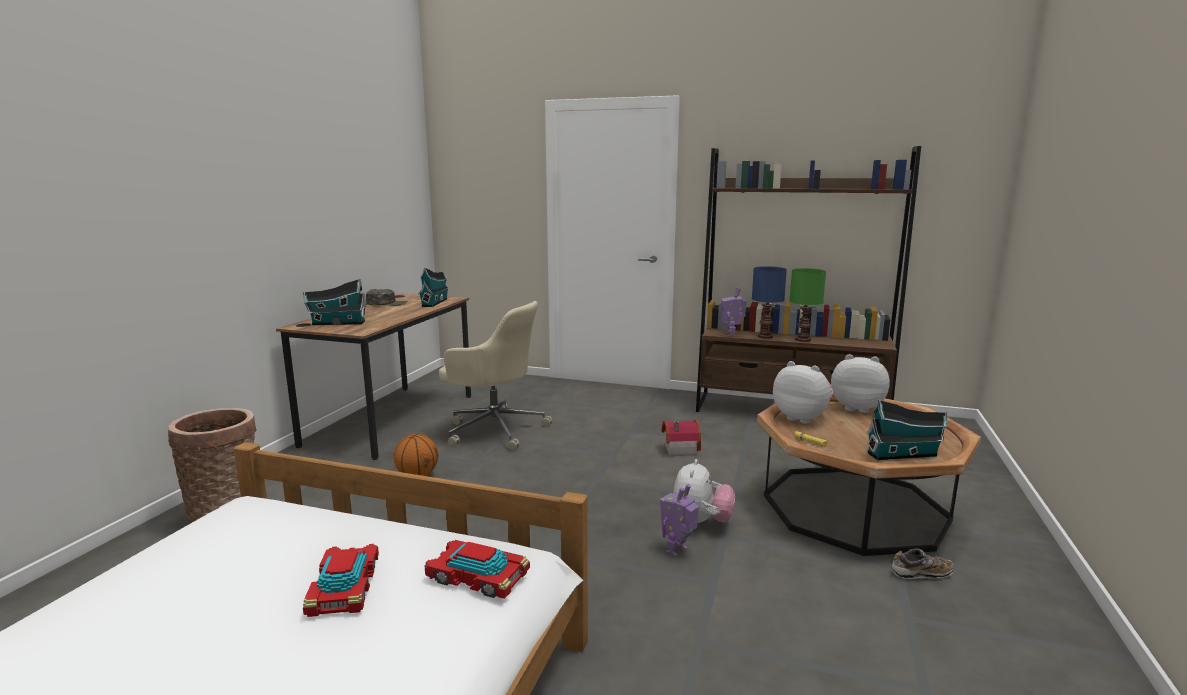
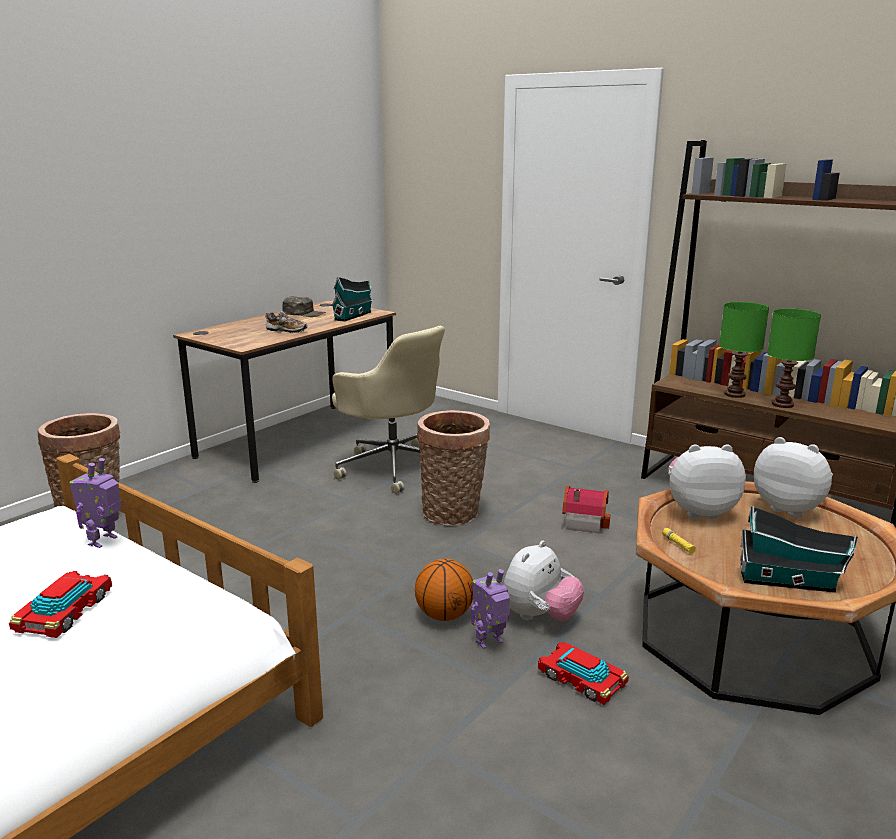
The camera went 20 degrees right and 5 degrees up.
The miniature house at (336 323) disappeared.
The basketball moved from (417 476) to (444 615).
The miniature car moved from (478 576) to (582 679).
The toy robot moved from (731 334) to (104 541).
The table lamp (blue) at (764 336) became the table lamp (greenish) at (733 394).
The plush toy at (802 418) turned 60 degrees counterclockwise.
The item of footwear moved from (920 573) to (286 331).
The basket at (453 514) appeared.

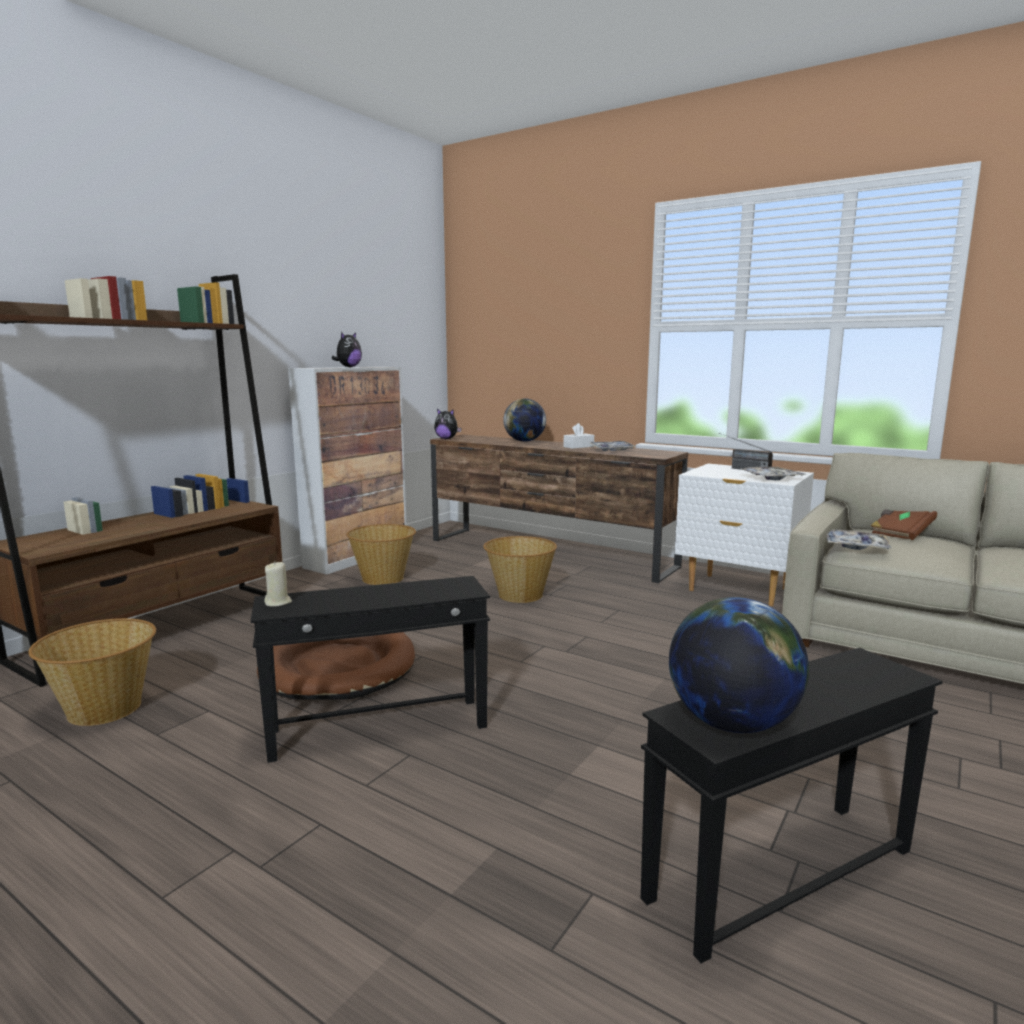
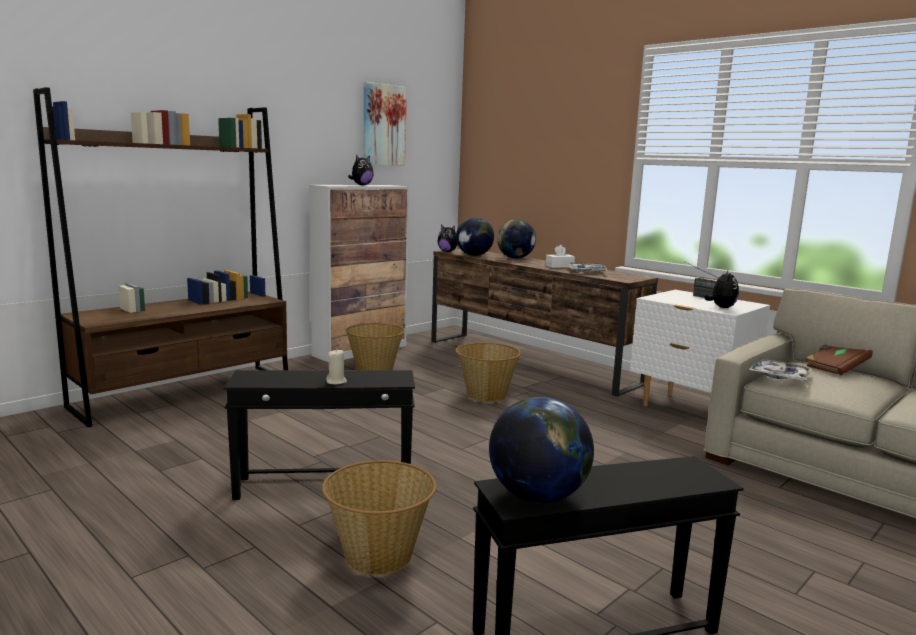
The camera went 10 degrees right and 0 degrees up.
The basket moved from (104 709) to (379 556).
The pet bed (brown) at (338 667) disappeared.
The wax light (beige-coloured) moved from (278 602) to (336 381).
The carrying tray at (771 478) was replaced by the plush toy at (721 307).
The wall picture at (383 125) appeared.
The world globe at (474 255) appeared.

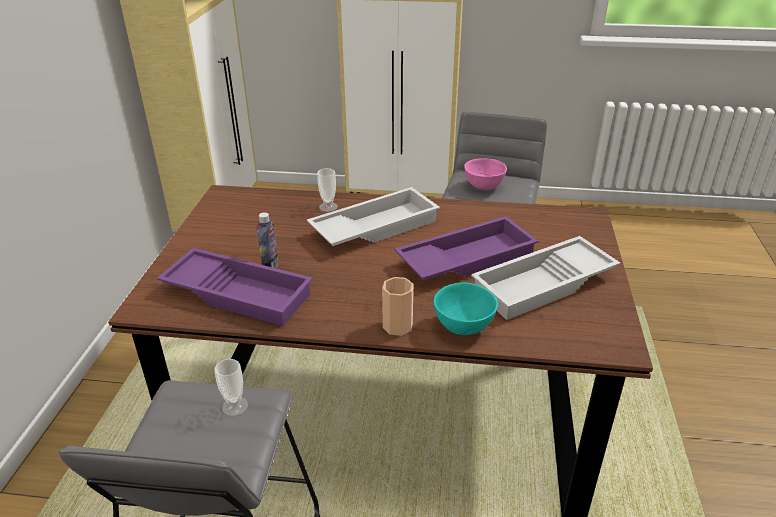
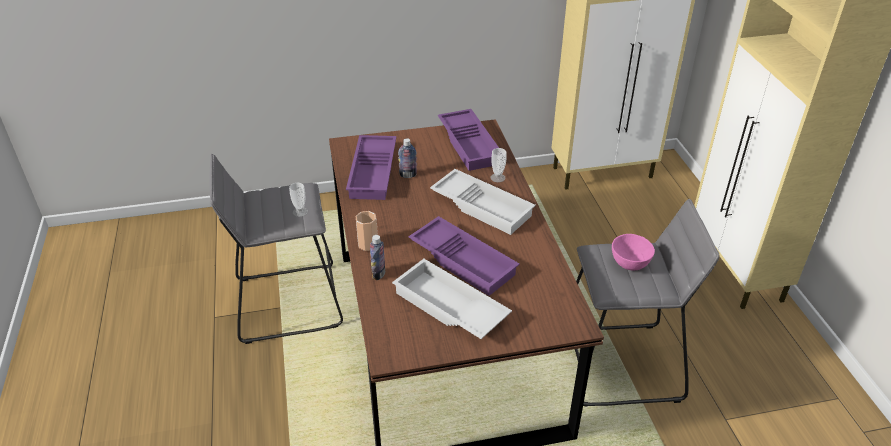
The camera went 70 degrees right and 5 degrees up.
The bowl (turquoise-coloured) at (464 327) was replaced by the drink bottle at (378 274).
The carrying tray (purple-coloured) at (471 144) appeared.

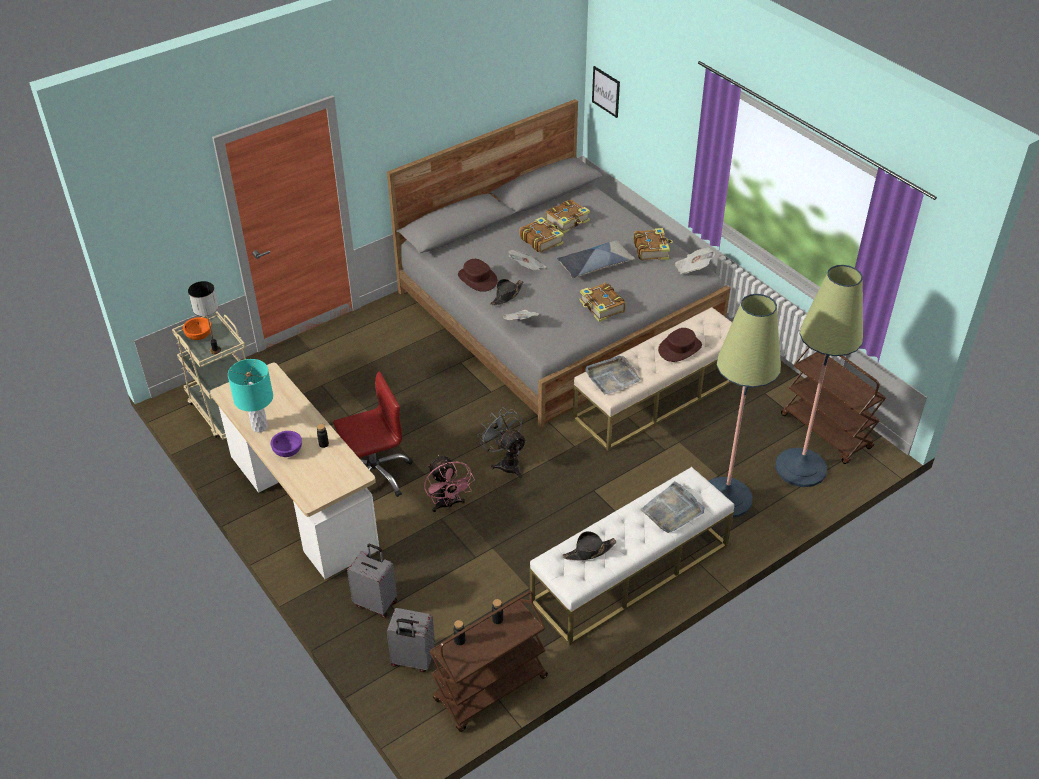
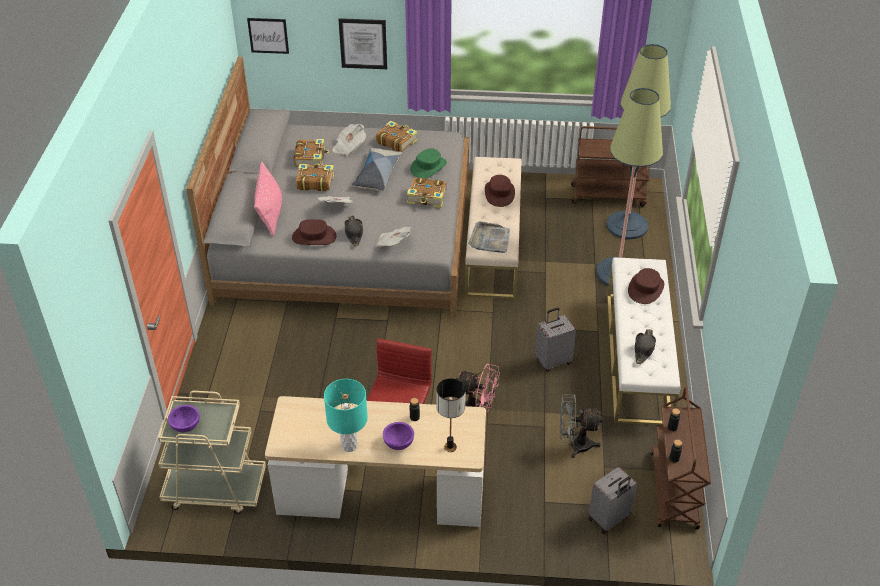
The camera went 50 degrees left and 0 degrees up.
The bowl (orangey) at (199 335) became the bowl (purple-coloured) at (185 425).
The table lamp moved from (215 350) to (450 447).
The suitcase (gray) moved from (376 602) to (553 361).
The cooling fan (gray) moved from (506 463) to (574 445).
The carrying tray (gray) at (672 510) was replaced by the wearable hat (brown) at (645 289).
The newspaper moved from (693 268) to (349 147).
The cushion (pinkish) at (270 213) appeared.
The wall picture at (363 43) appeared.
The wearable hat (greenish) at (428 167) appeared.

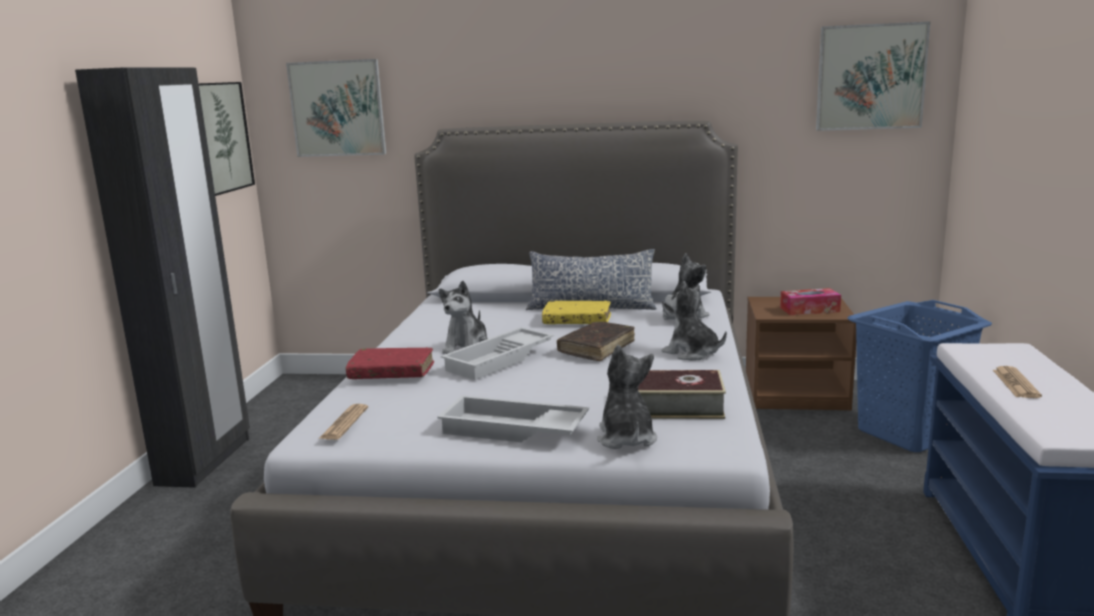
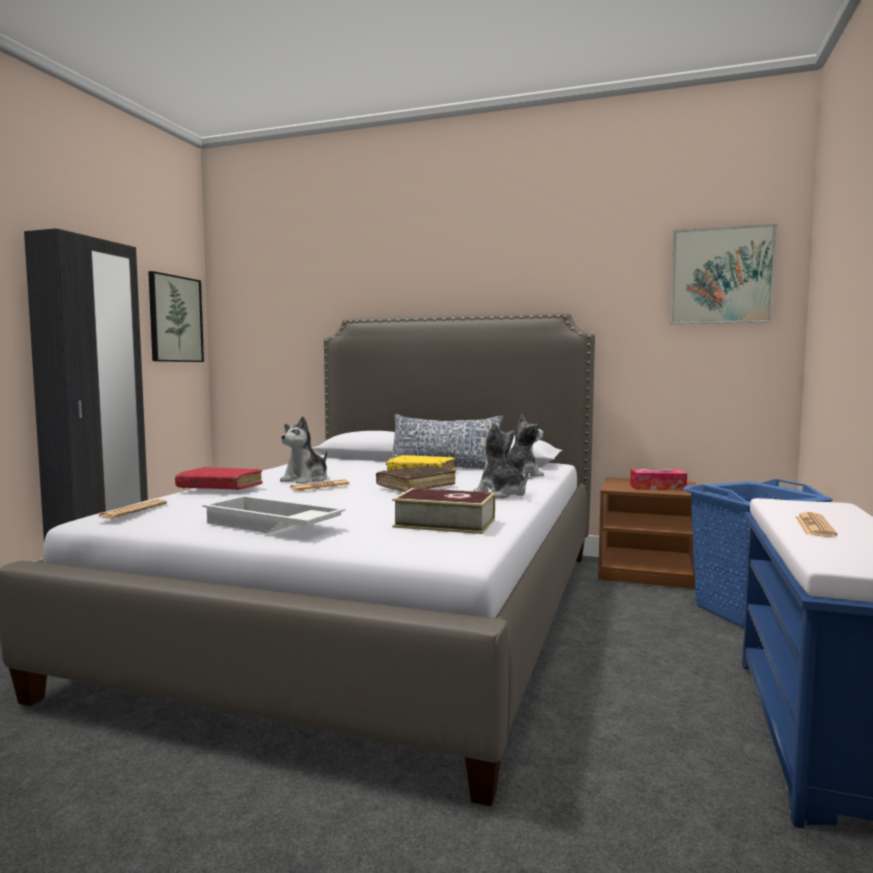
The camera went 10 degrees right and 10 degrees down.
The wall picture at (337 108) disappeared.
The carrying tray (whitish) at (500 360) was replaced by the newspaper at (320 486).
The plush toy at (626 438) disappeared.

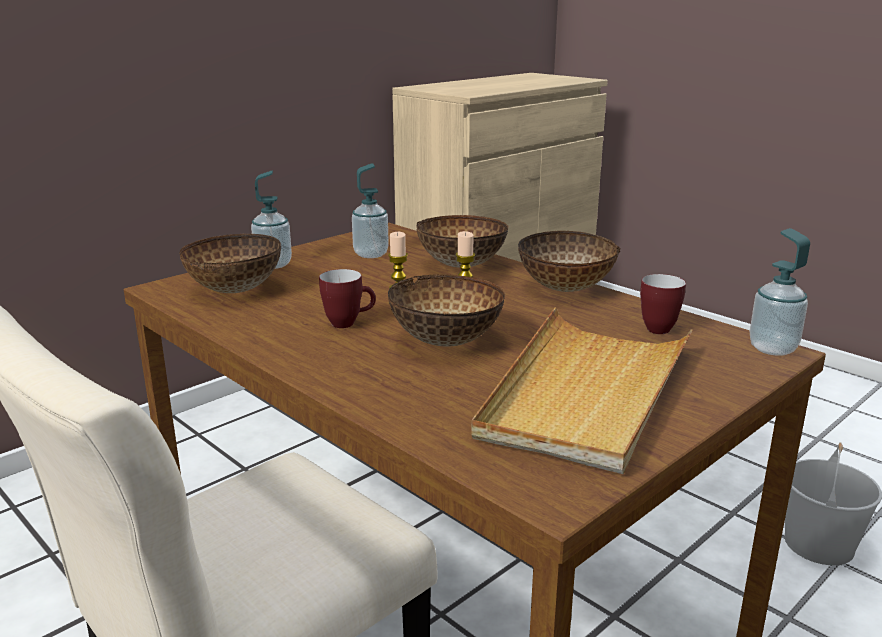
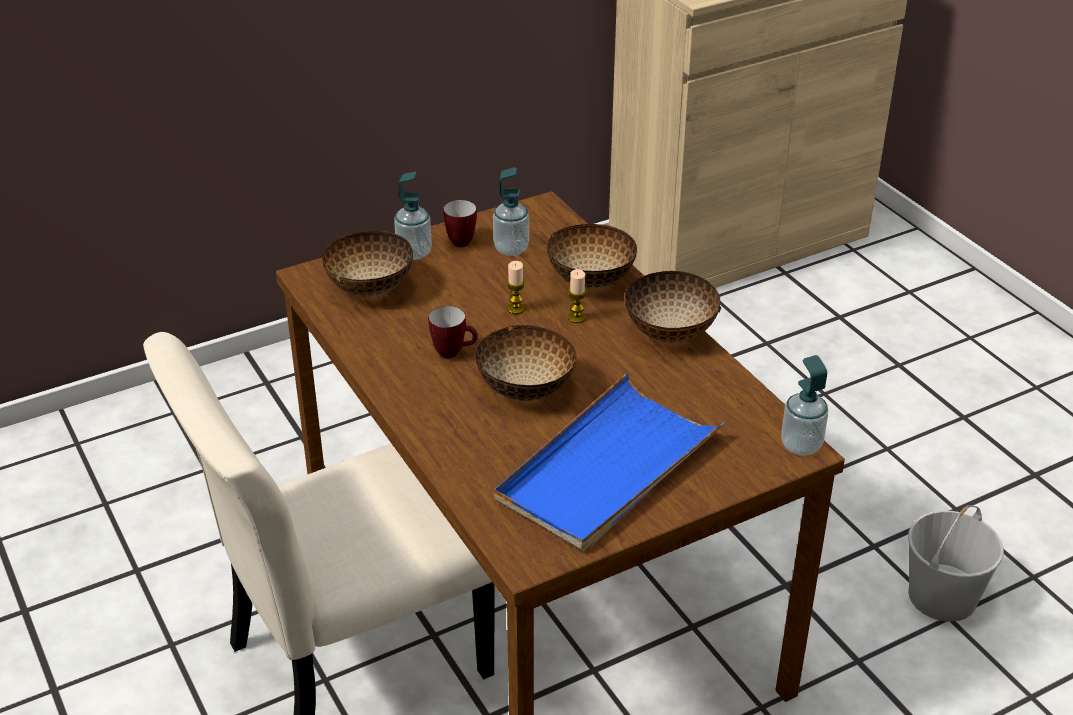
The camera went 15 degrees right and 15 degrees up.
The carrying tray (beige-coloured) at (586 392) became the carrying tray (blue) at (608 468).
The coffee mug moved from (655 327) to (462 240).

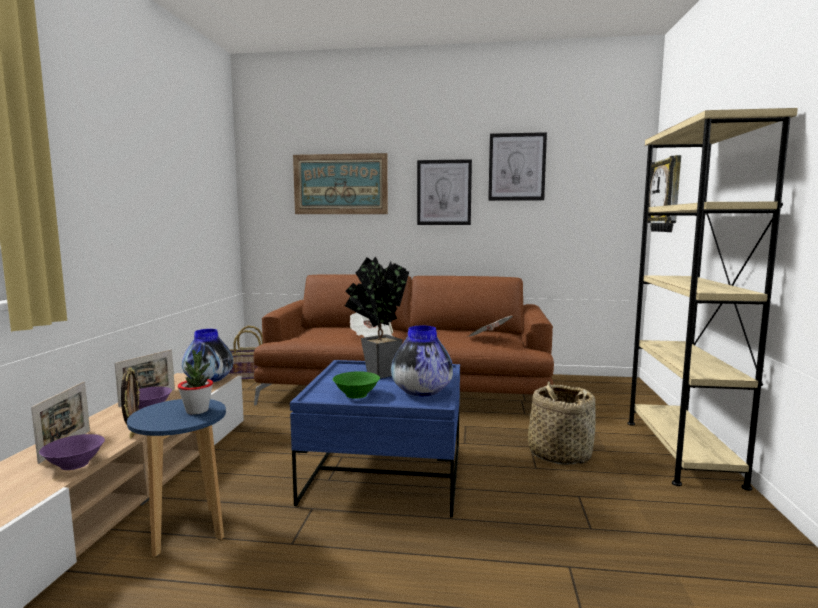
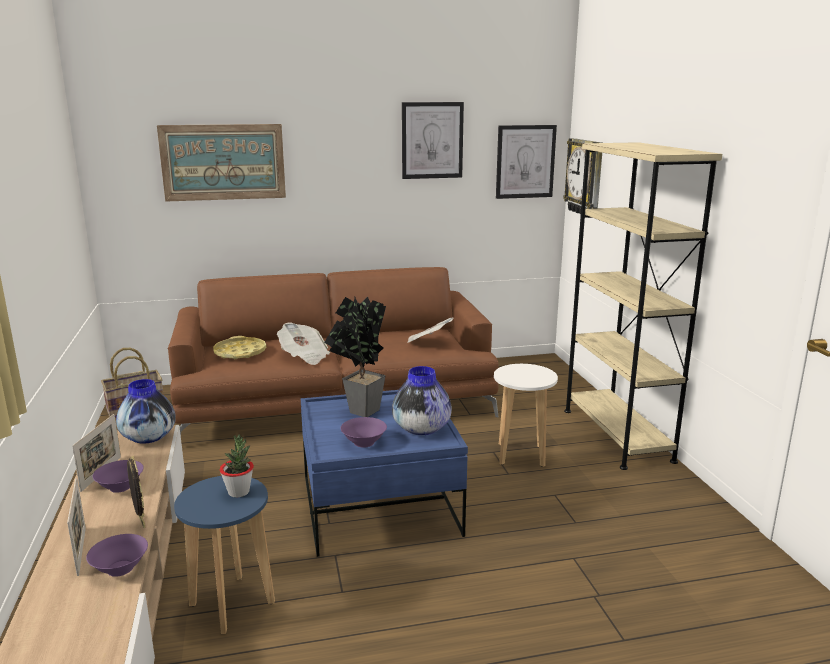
The camera went 20 degrees left and 10 degrees up.
The bowl (greenish) at (357 395) became the bowl (purple-coloured) at (364 442).
The wall picture moved from (444 192) to (525 161).
The basket at (559 453) was replaced by the stool seat (whitish) at (521 455).
The carrying tray (yellow-coloured) at (240 353) appeared.

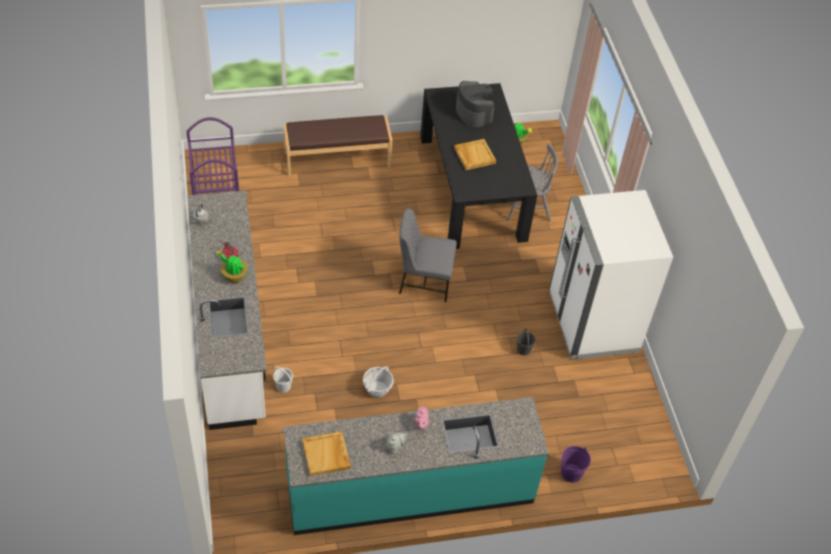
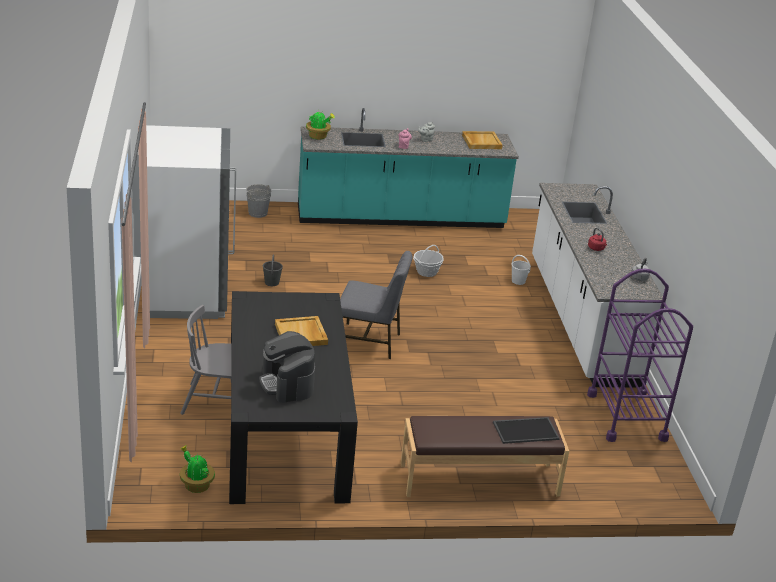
The camera went 175 degrees left and 20 degrees down.
The potted plant moved from (234 276) to (318 137).
The bucket (purple-coloured) at (571 473) became the bucket (gray) at (258 213).
The carrying tray at (526 430) appeared.

